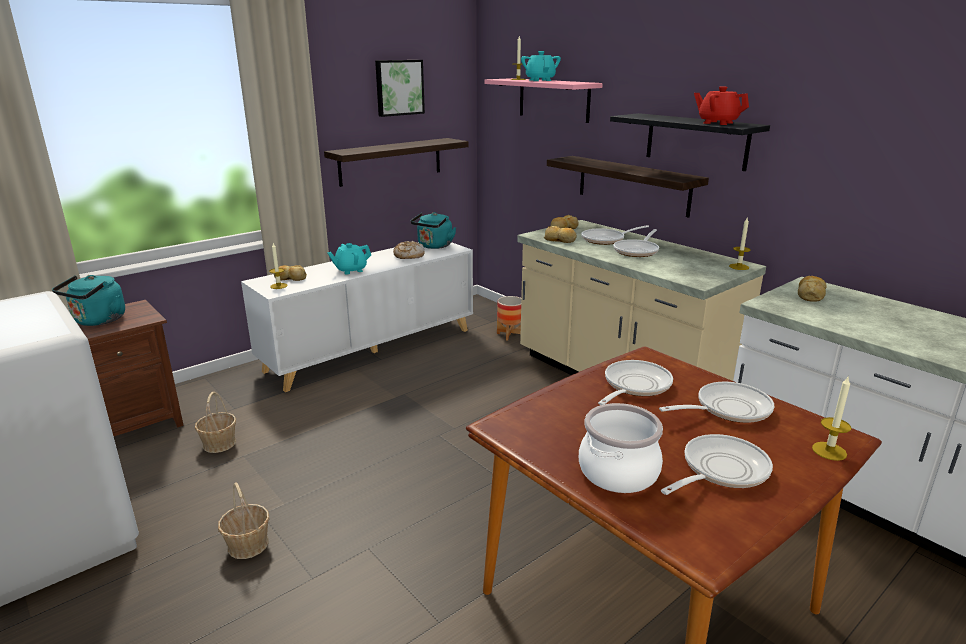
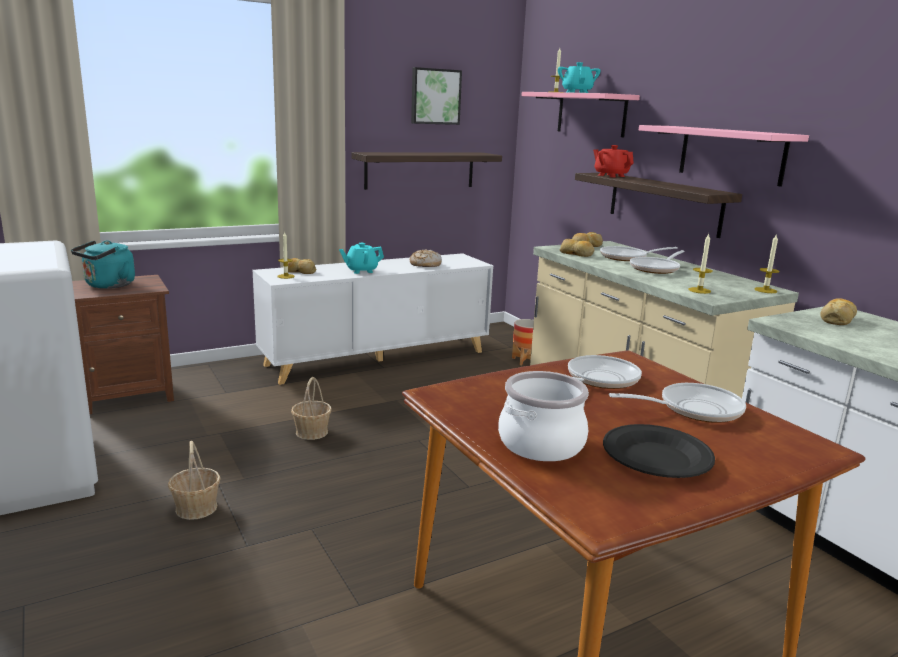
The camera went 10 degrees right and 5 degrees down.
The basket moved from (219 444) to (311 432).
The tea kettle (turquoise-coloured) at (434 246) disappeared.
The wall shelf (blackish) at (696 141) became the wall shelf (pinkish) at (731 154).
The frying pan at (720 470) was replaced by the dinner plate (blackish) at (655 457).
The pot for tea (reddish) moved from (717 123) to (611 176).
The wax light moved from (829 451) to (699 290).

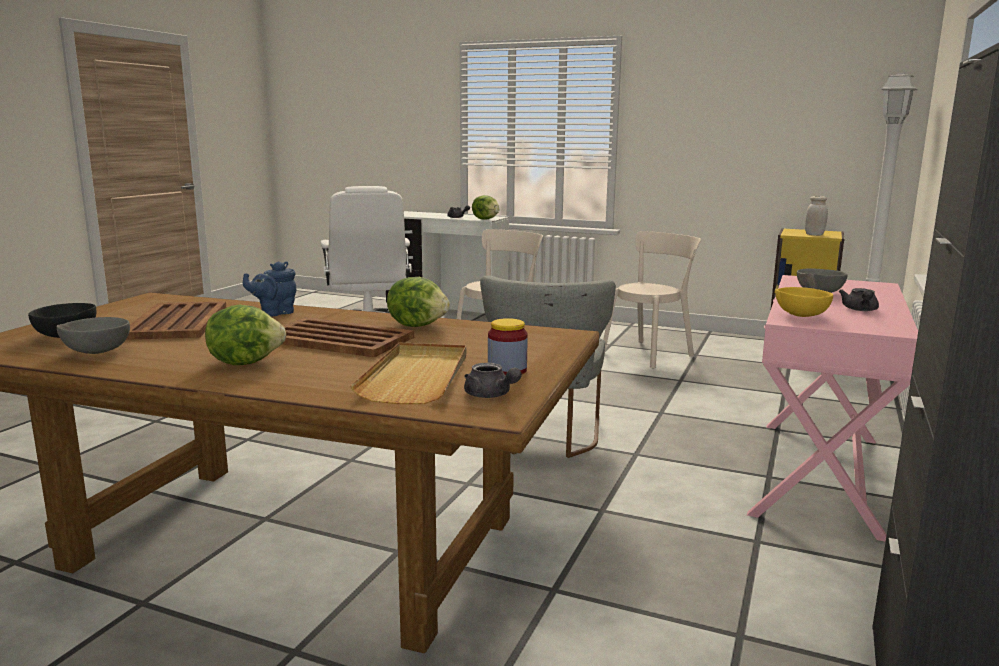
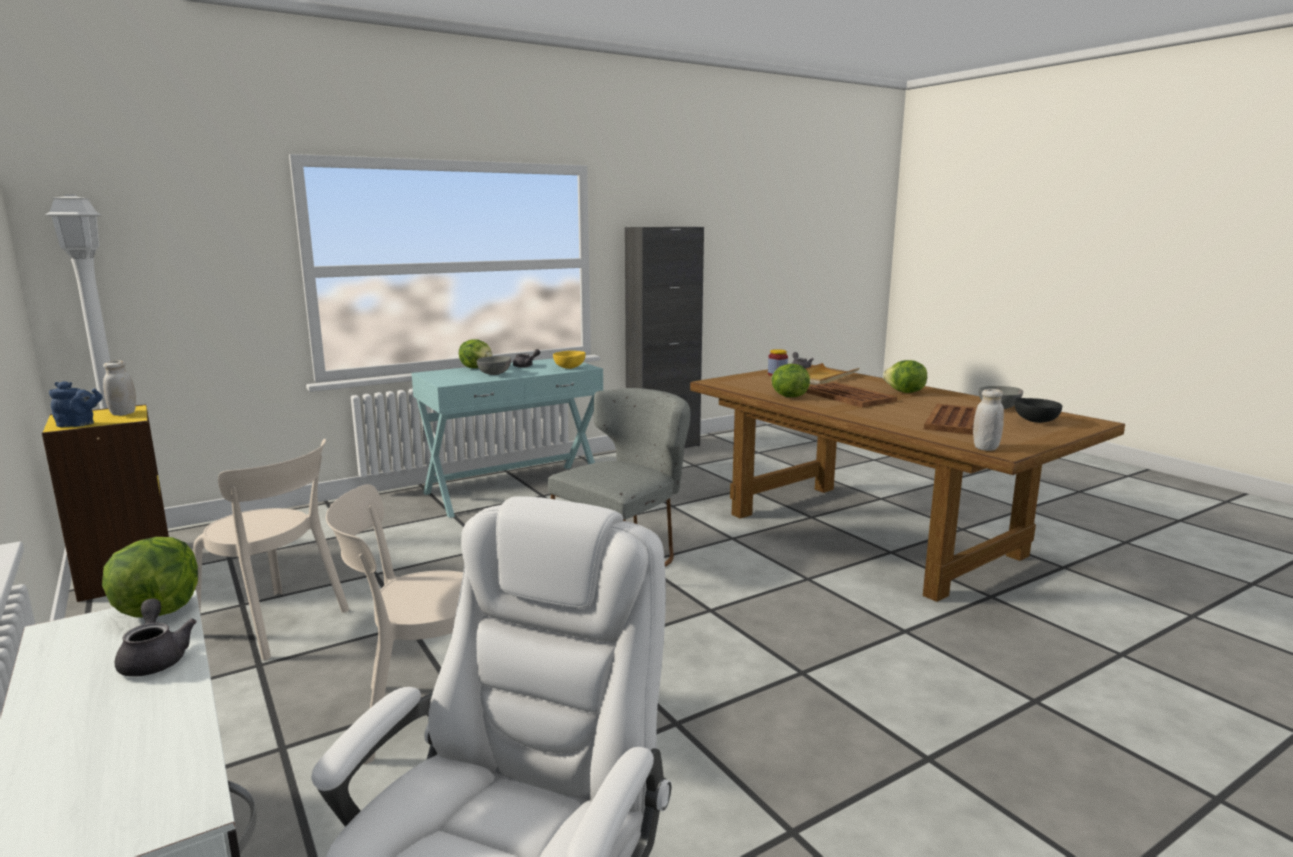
The camera went 145 degrees left and 0 degrees up.
The pot for tea (blue) moved from (274 313) to (78 425).
The chair (beige-coloured) at (649 353) turned 150 degrees counterclockwise.
The narrow table (pinkish) at (819 474) became the narrow table (turquoise-coloured) at (514 489).
The lettuce at (477 368) appeared.
The storage jar (whitish) at (985 448) appeared.

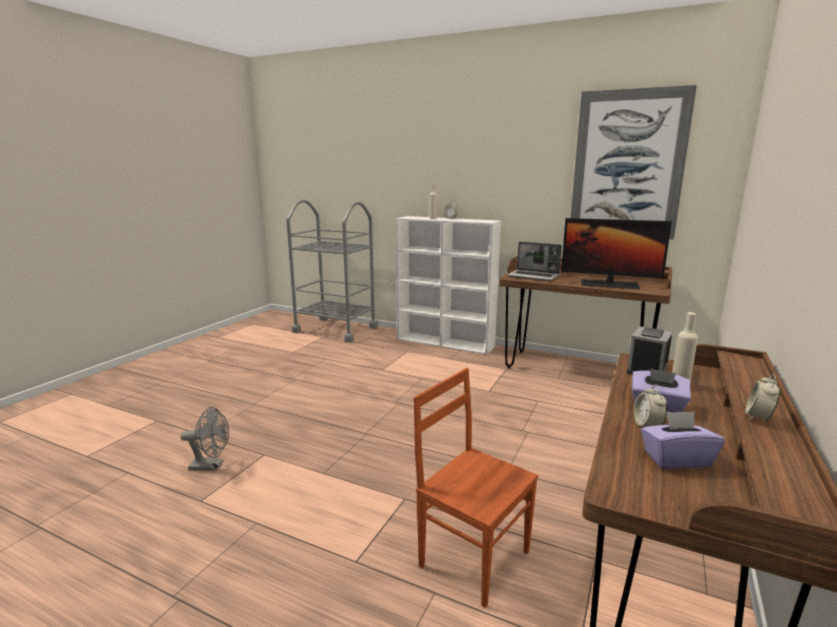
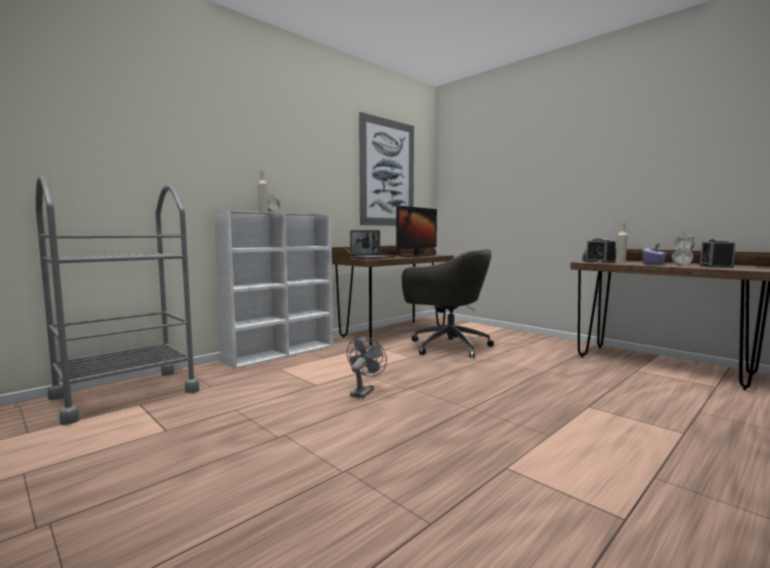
The camera went 70 degrees left and 10 degrees down.
The cooling fan (gray) moved from (211 466) to (363 391).
The chair (brown) at (474 557) disappeared.
The tissue box (purple-coloured) at (676 459) was replaced by the table clock at (716 266).
The office chair (gray) at (447 346) appeared.

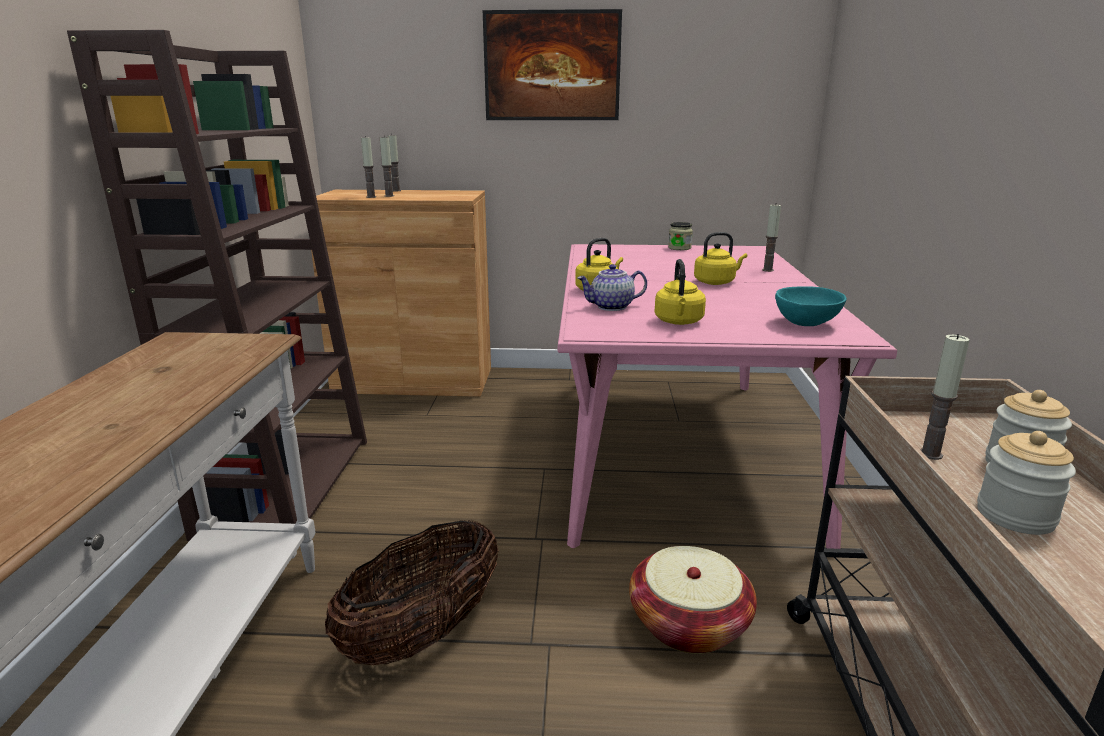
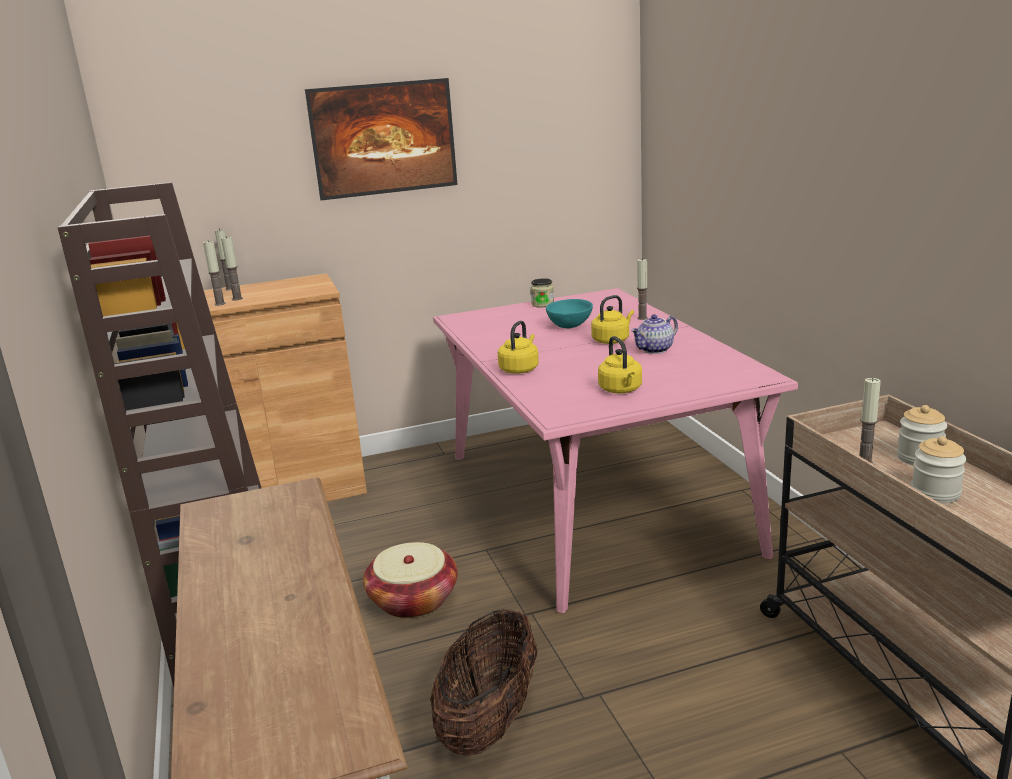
The camera went 20 degrees left and 0 degrees up.
The pot for tea moved from (611 307) to (655 350).
The basket moved from (689 623) to (413 600).
The bowl (turquoise-coloured) moved from (807 324) to (570 326).

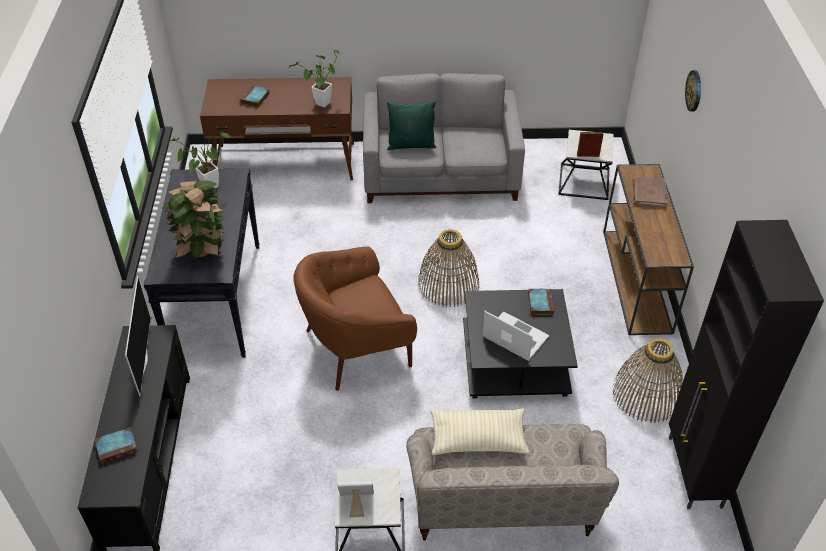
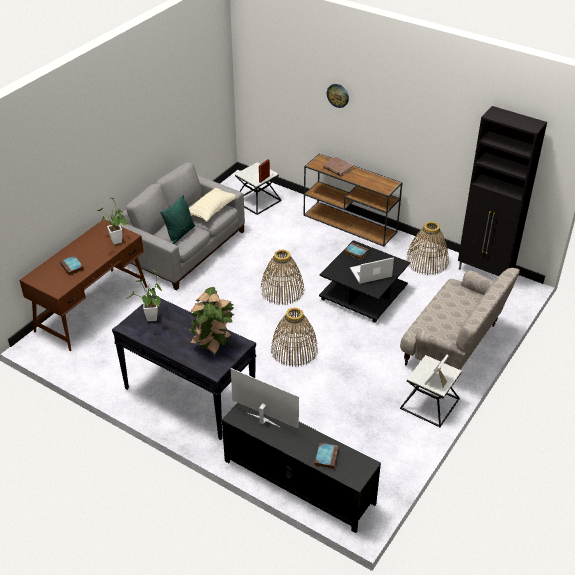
The camera went 55 degrees left and 5 degrees down.
The easy chair (brown) at (356 347) was replaced by the basket at (294 350).
The cushion (beige-coloured) moved from (478 439) to (212 210).

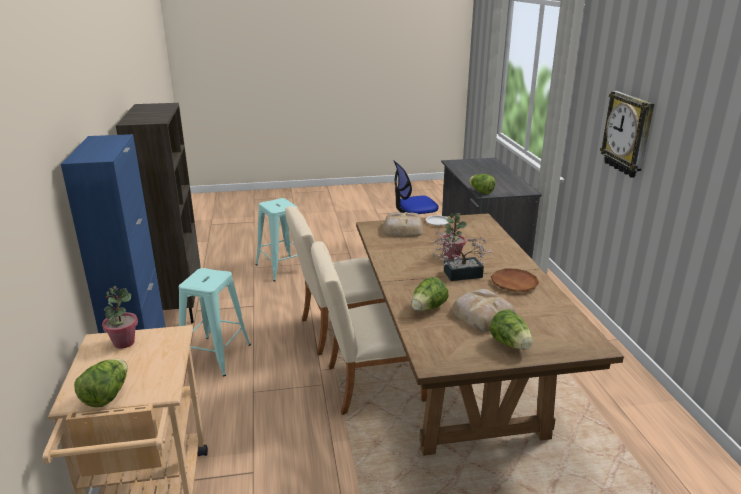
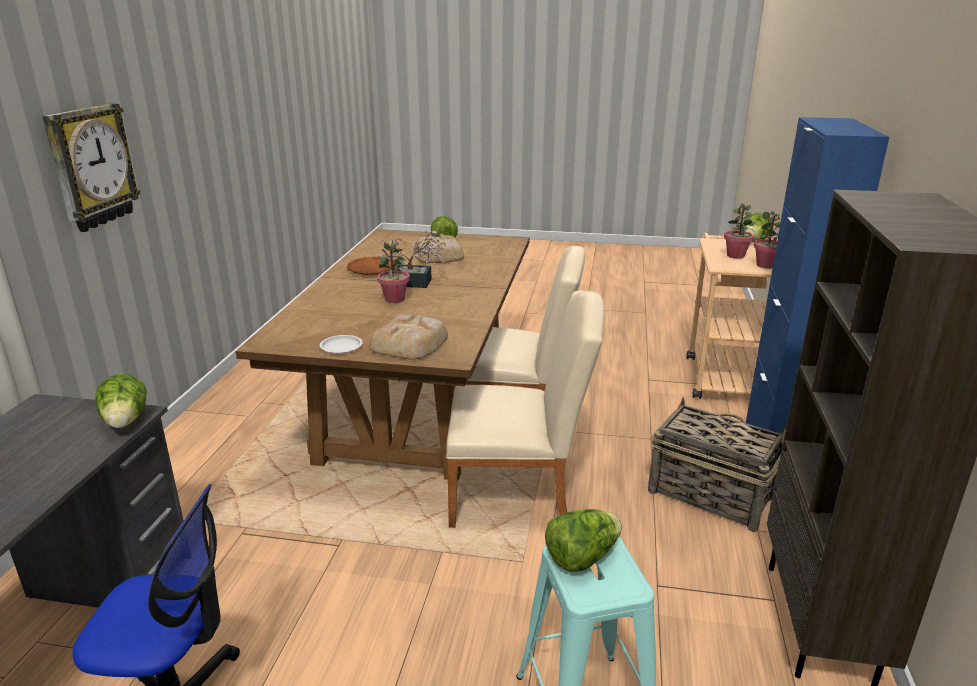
The camera went 160 degrees left and 0 degrees up.
The stool seat (turquoise-coloured) at (215 356) was replaced by the basket at (709 494).
The lettuce moved from (427 308) to (582 557).
The potted plant at (735 256) appeared.

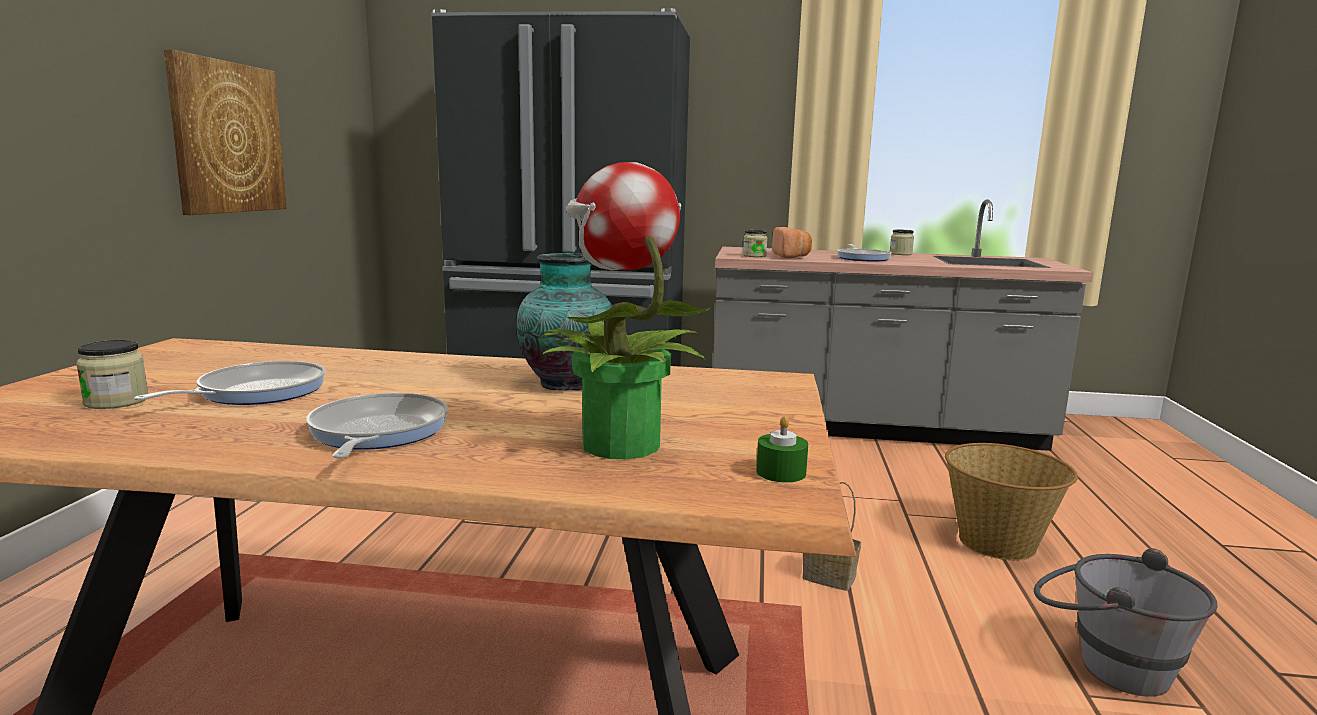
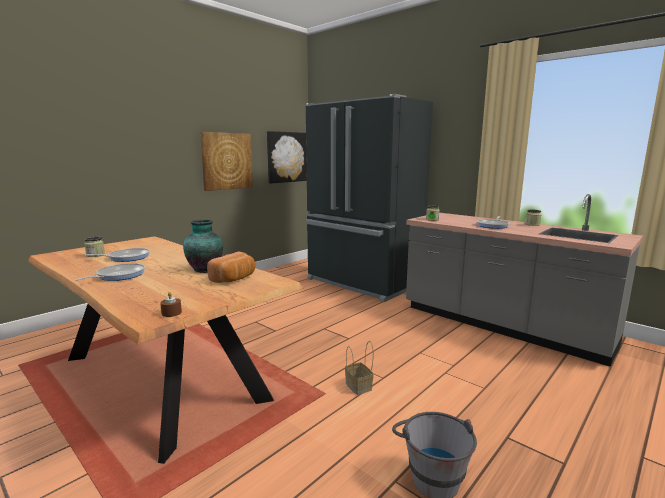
The camera went 35 degrees right and 0 degrees up.
The potted plant at (618 444) disappeared.
The wax light (greenish) at (781 472) became the wax light (brown) at (171 313).
The bread moved from (791 256) to (234 279).
The basket at (998 542) disappeared.
The wall picture at (286 157) appeared.

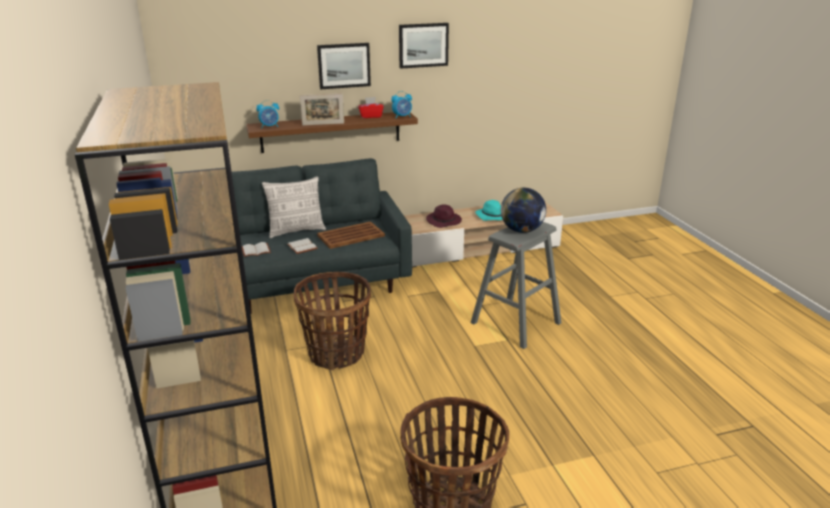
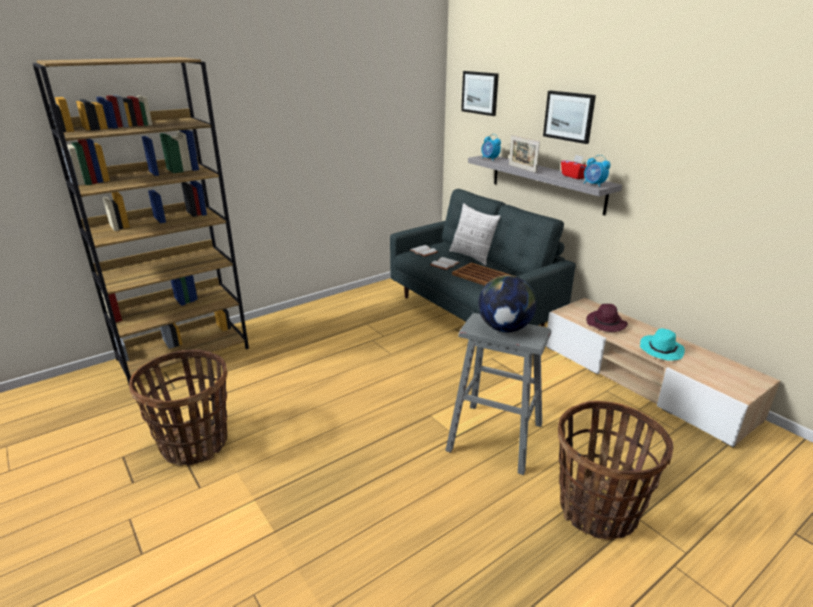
The camera went 70 degrees right and 0 degrees up.
The wall shelf (brown) at (331 132) became the wall shelf (gray) at (546 183).
The basket moved from (336 353) to (597 510).
The wall picture moved from (423 45) to (480 93).

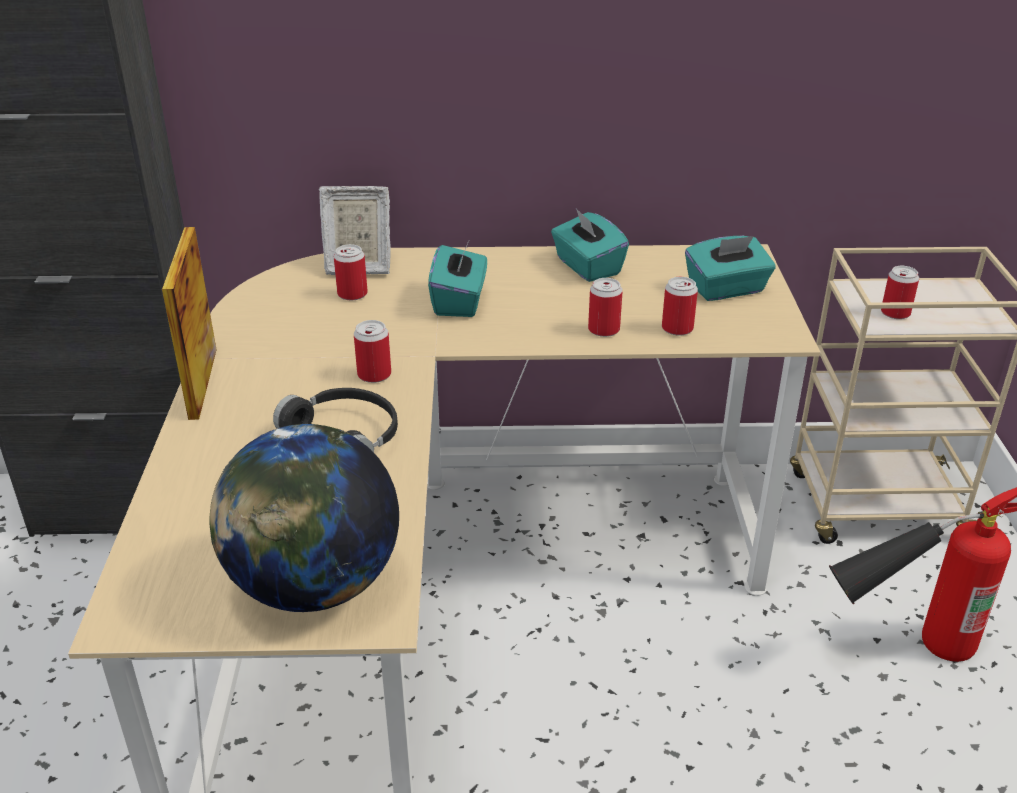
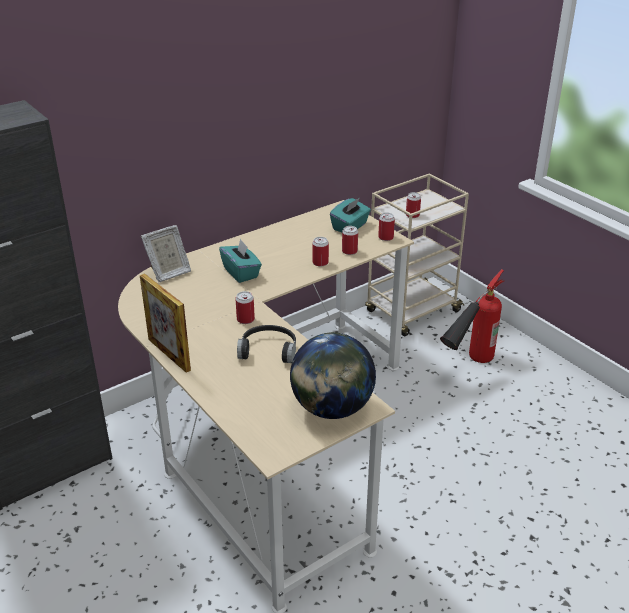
The camera went 35 degrees left and 0 degrees up.
The sealed can moved from (352 294) to (385 237).
The tissue box (turquoise-coloured) at (587 267) disappeared.

